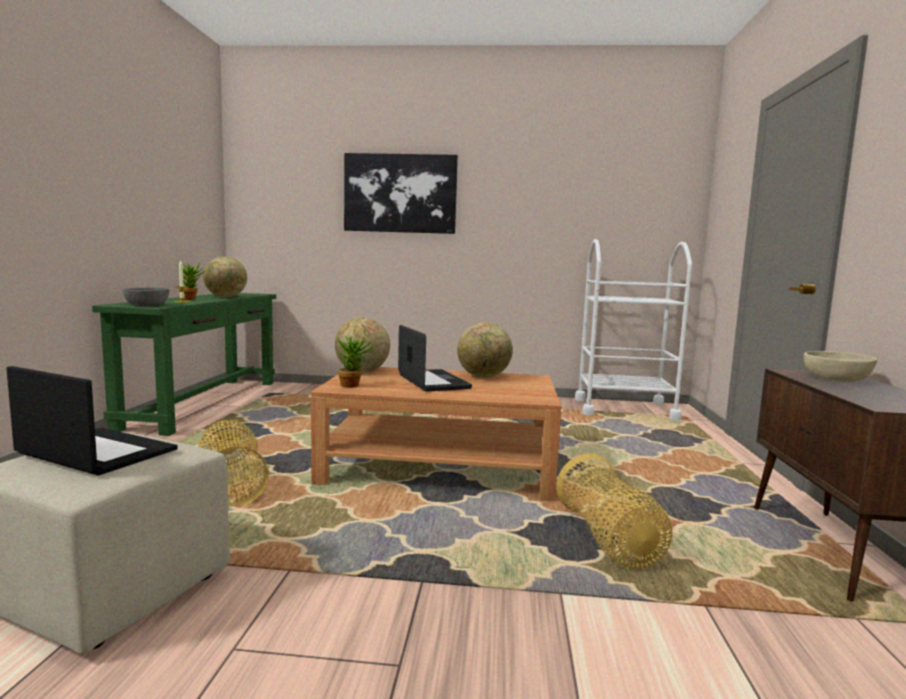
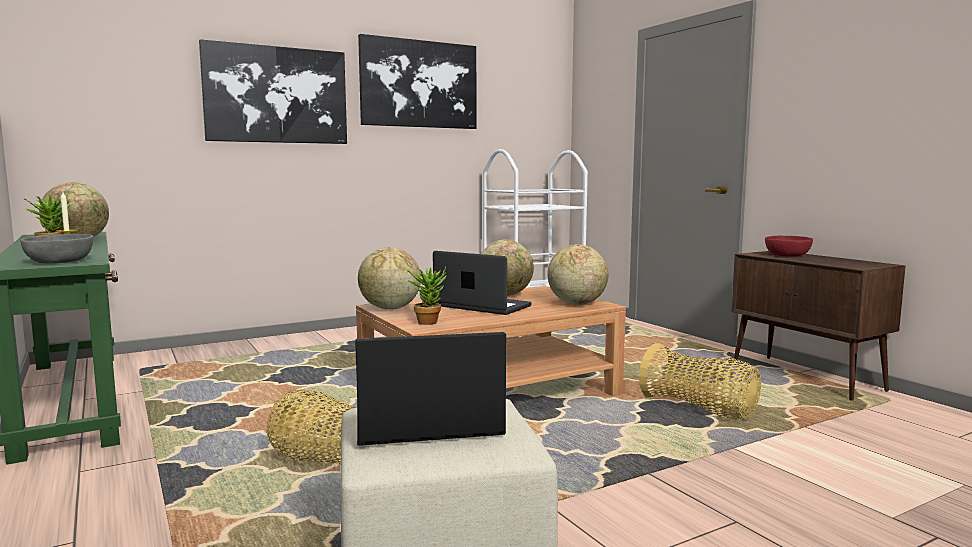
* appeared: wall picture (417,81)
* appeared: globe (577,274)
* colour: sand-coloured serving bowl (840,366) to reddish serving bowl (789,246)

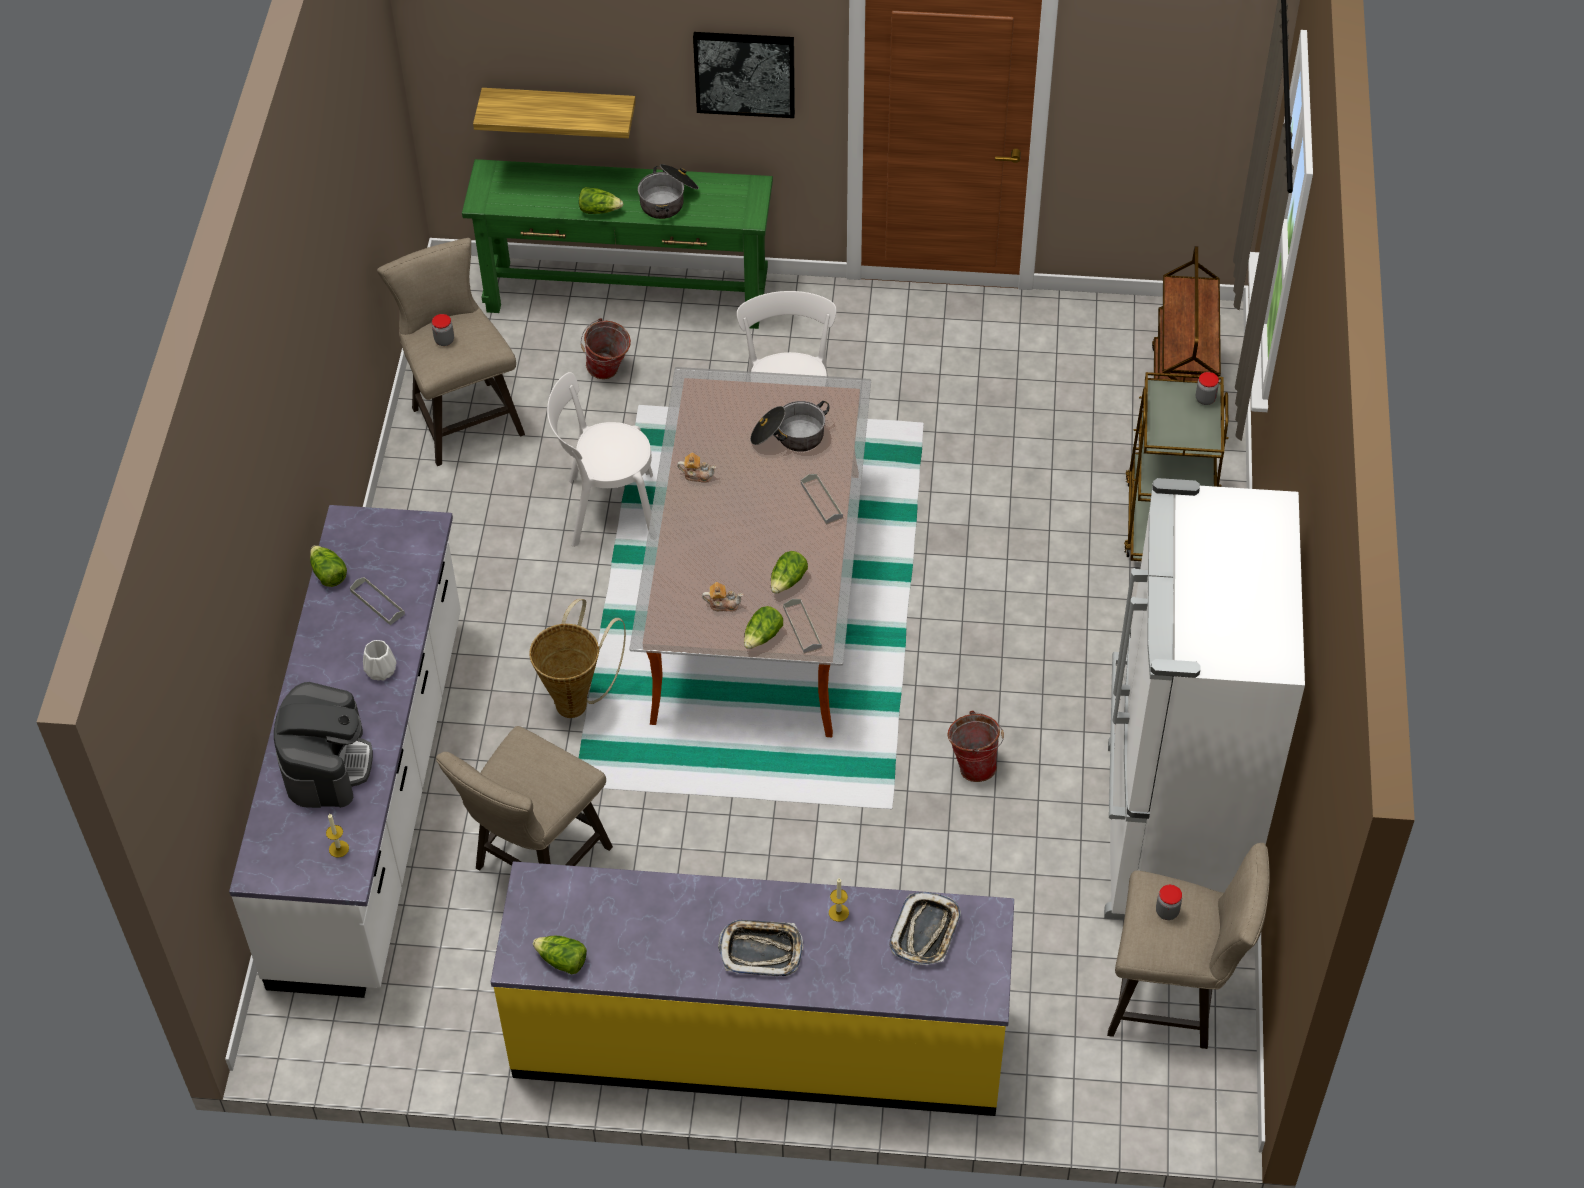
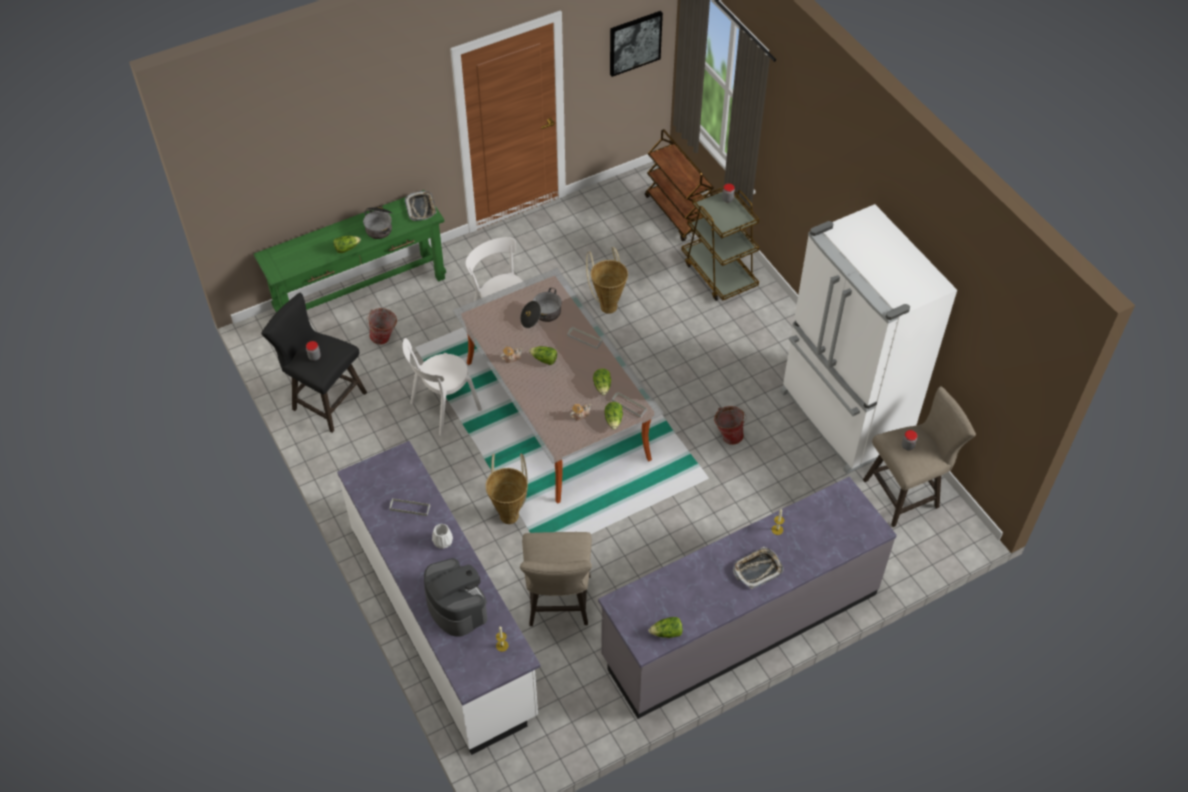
* colour: sand-coloured sitting stool (451,352) to blackish sitting stool (314,363)
* relocated: tray (925,928) to (421,206)
* relocated: lettuce (328,566) to (543,355)
* appeared: storage basket (607,280)
* colour: yellow kitchen counter (752,988) to grey kitchen counter (747,597)
* relocated: wall picture (744,75) to (636,44)
* missing: bracket shelf (554,113)

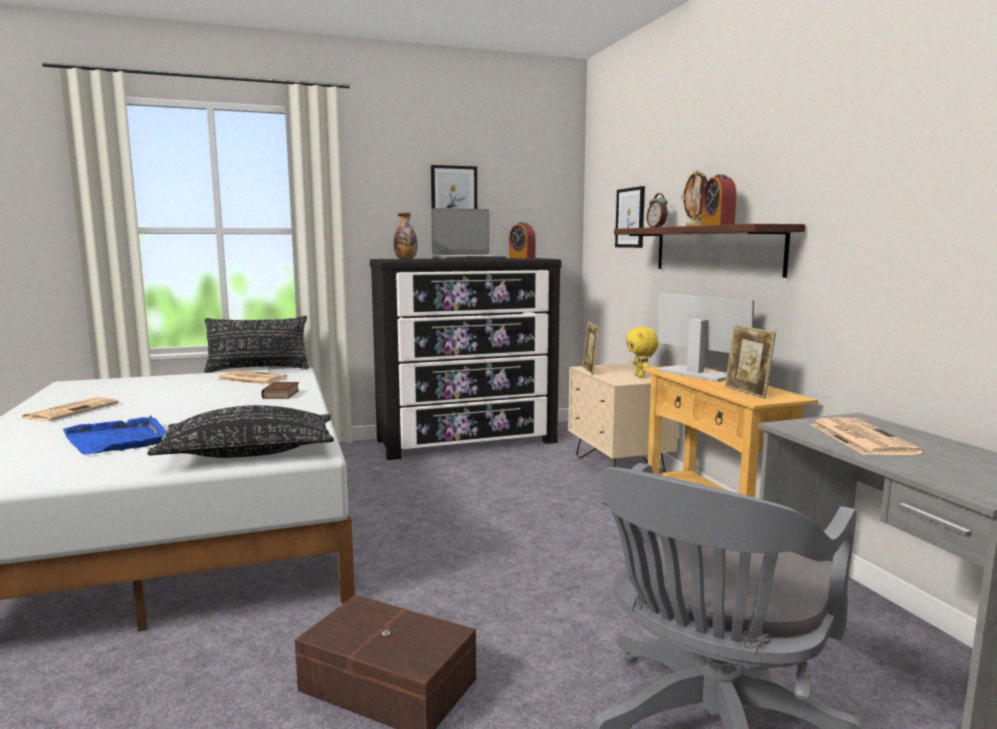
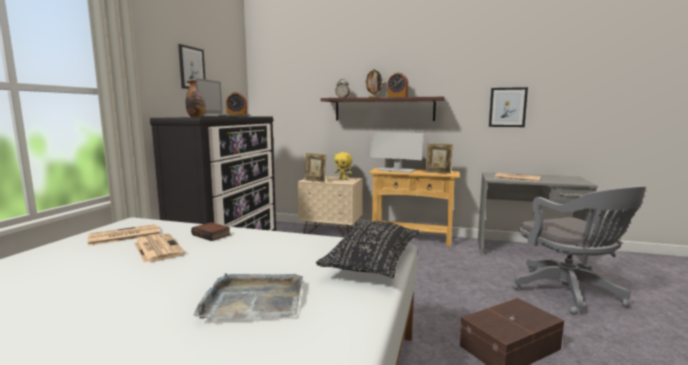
* relocated: newspaper (70,409) to (159,248)
* colour: blue-coloured tray (115,435) to grey tray (248,296)
* spun: monitor (706,337) = (397,152) 150 degrees counterclockwise
* relocated: wall picture (630,217) to (508,107)
* missing: blackish throw pillow (256,344)

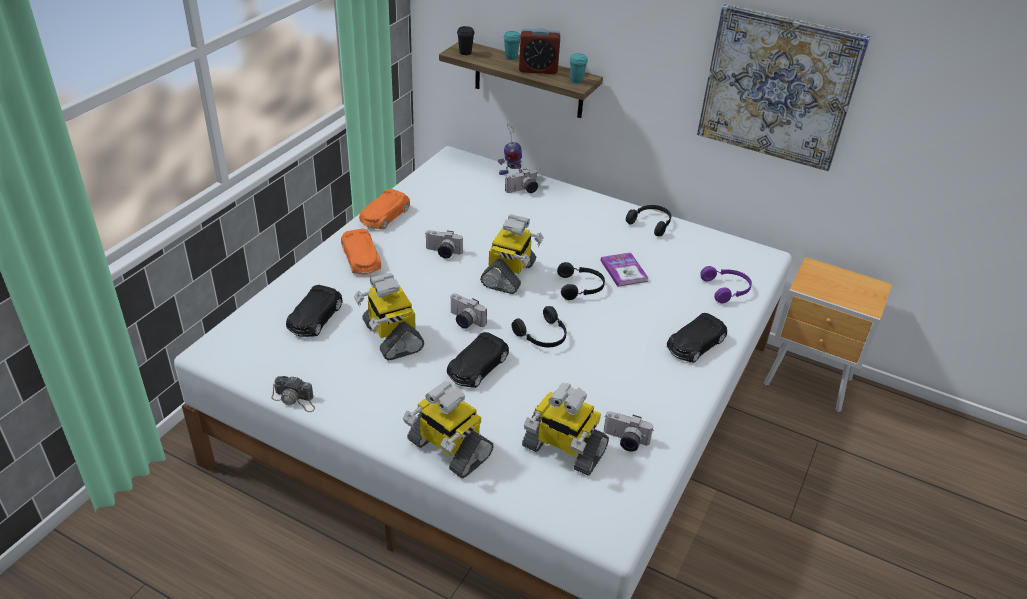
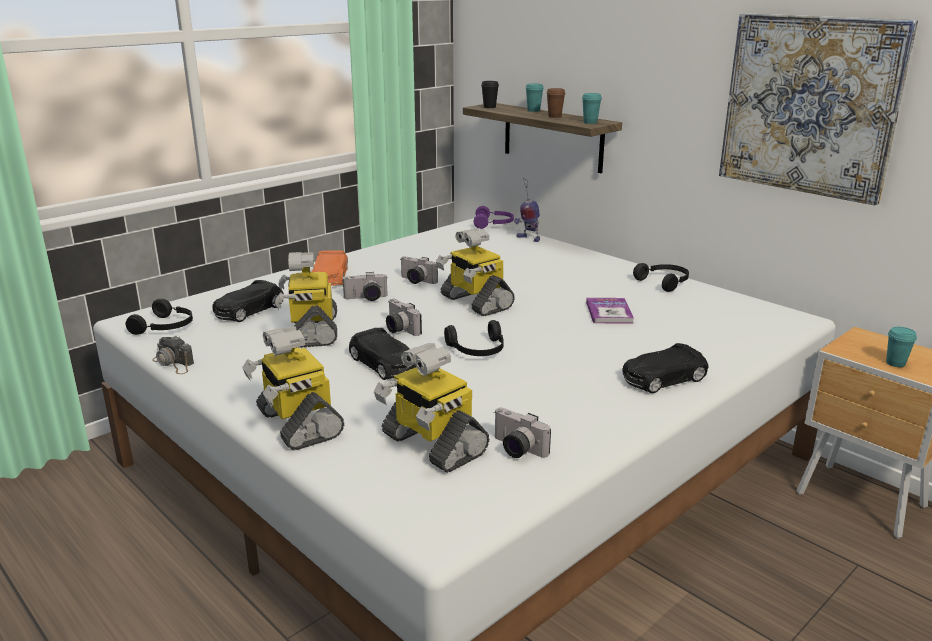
* relocated: blackish pair of headphones (581,281) to (159,317)
* relocated: photo camera (521,181) to (365,286)
* spun: blackish miniature car (478,360) = (382,354) 90 degrees counterclockwise
* spun: robot figure (512,254) = (475,272) 105 degrees clockwise
* relocated: purplish pair of headphones (726,284) to (494,217)
* exchanged: table clock (539,51) to brownish small cup (555,103)
* appeared: turquoise small cup (901,347)
* missing: orange miniature car (384,209)

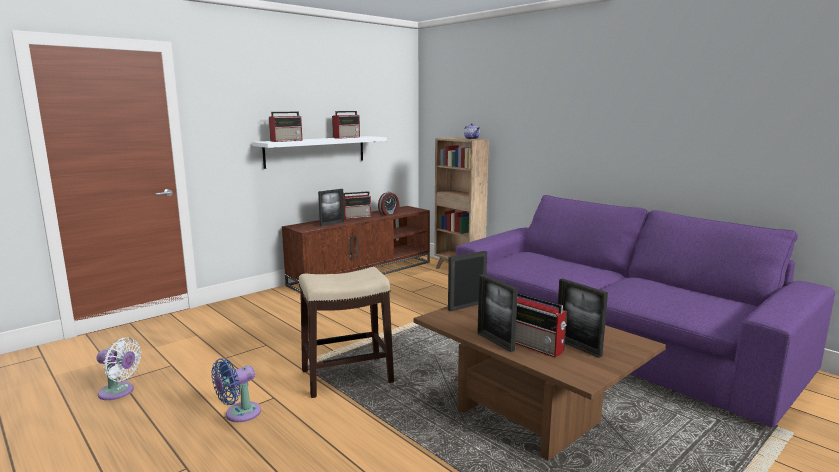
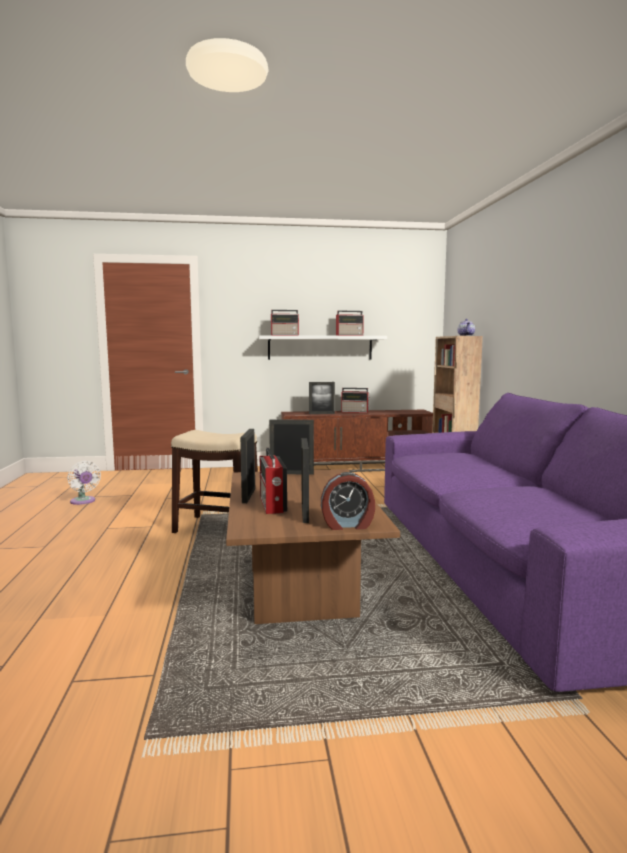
* relocated: table clock (389,203) to (348,501)
* missing: blue-coloured fan (236,390)

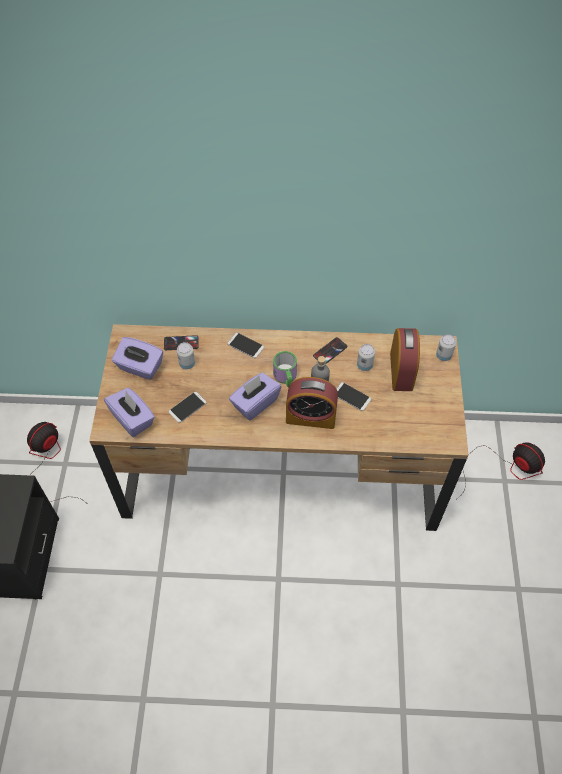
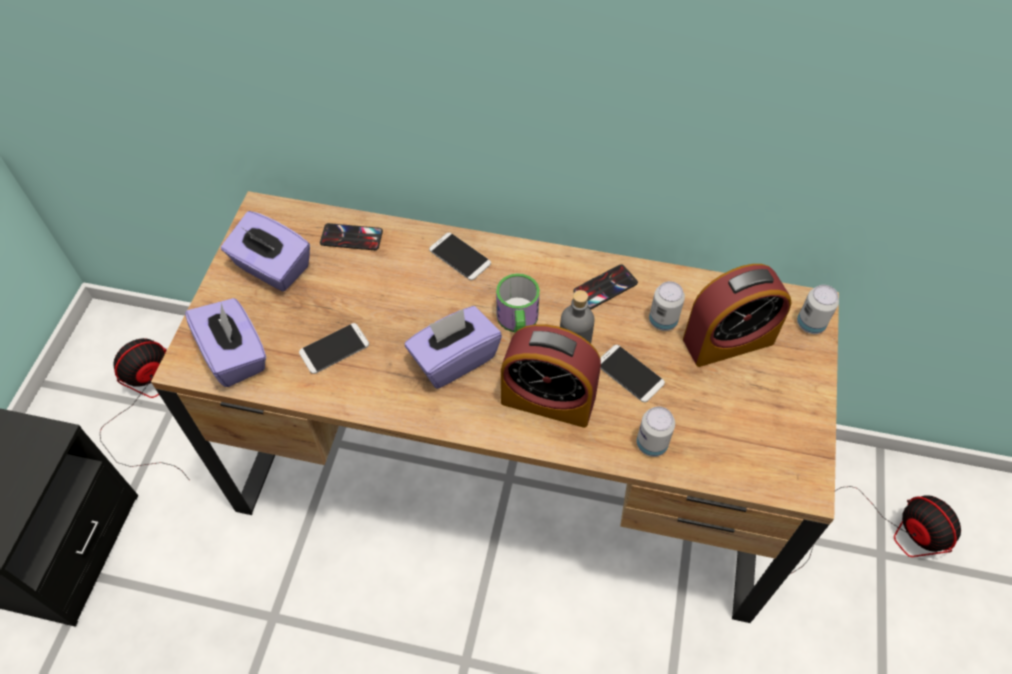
* relocated: sealed can (186,355) to (656,431)
* spun: table clock (405,359) = (737,315) 60 degrees clockwise

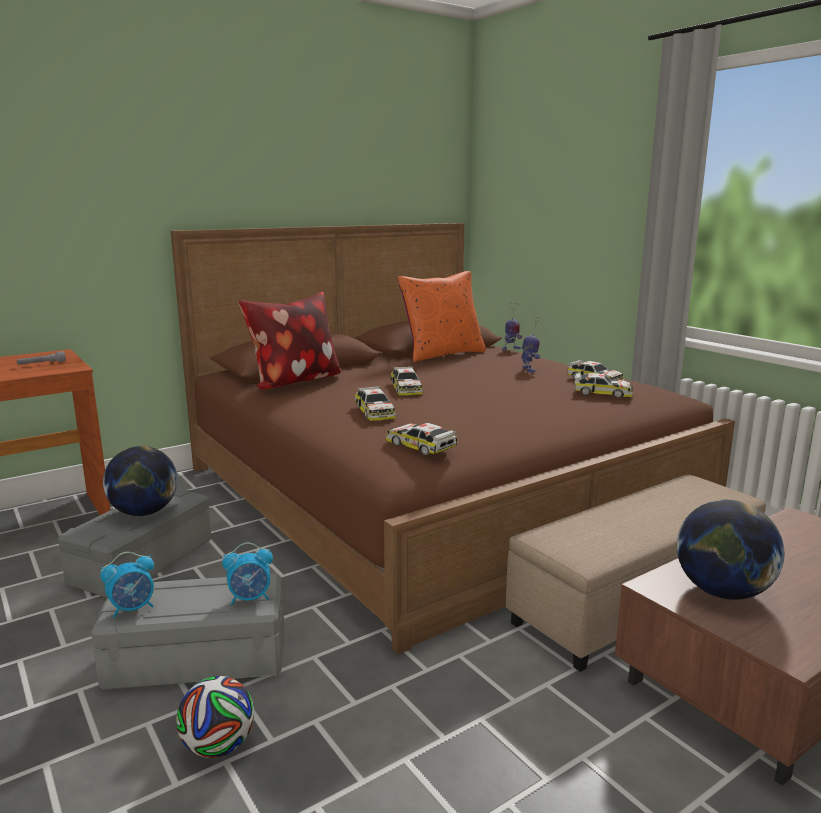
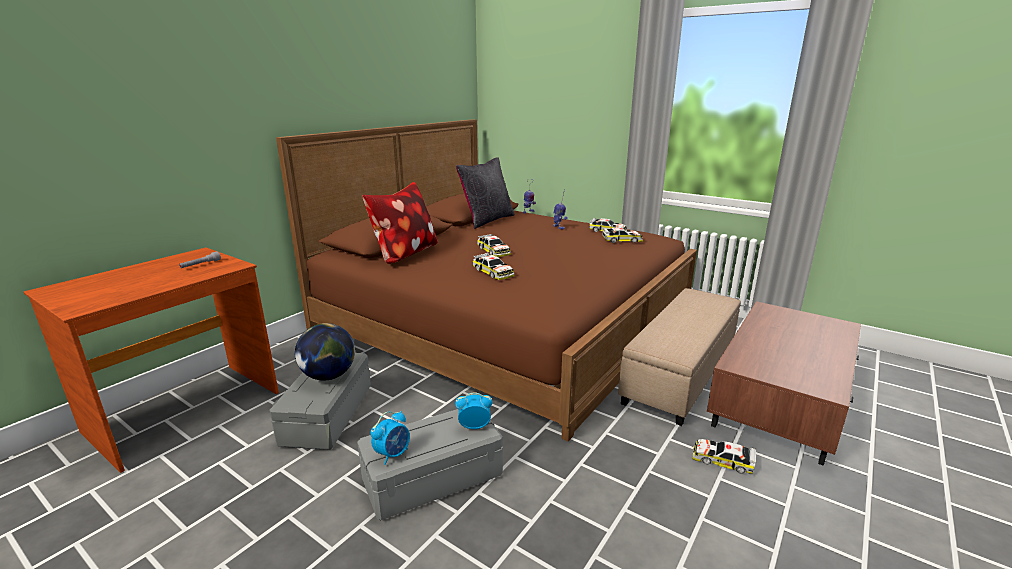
* spun: table clock (247,573) = (473,410) 150 degrees counterclockwise
* colour: orange throw pillow (441,316) to blackish throw pillow (485,193)
* relocated: miniature car (421,439) to (724,456)
* missing: ball for football (215,717)
* missing: globe (730,550)

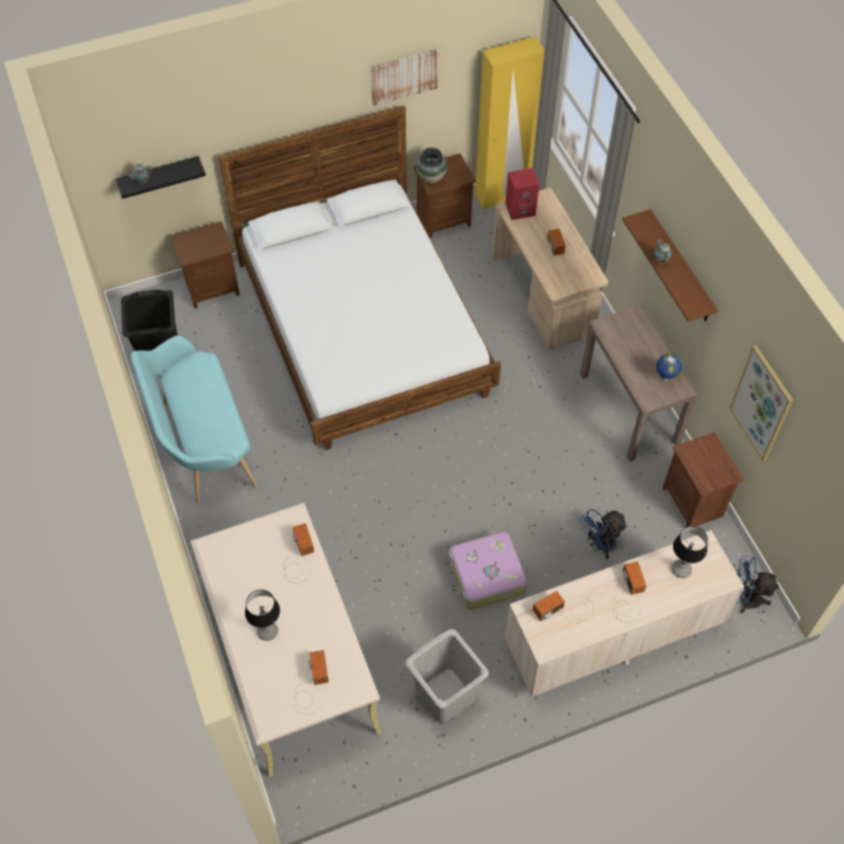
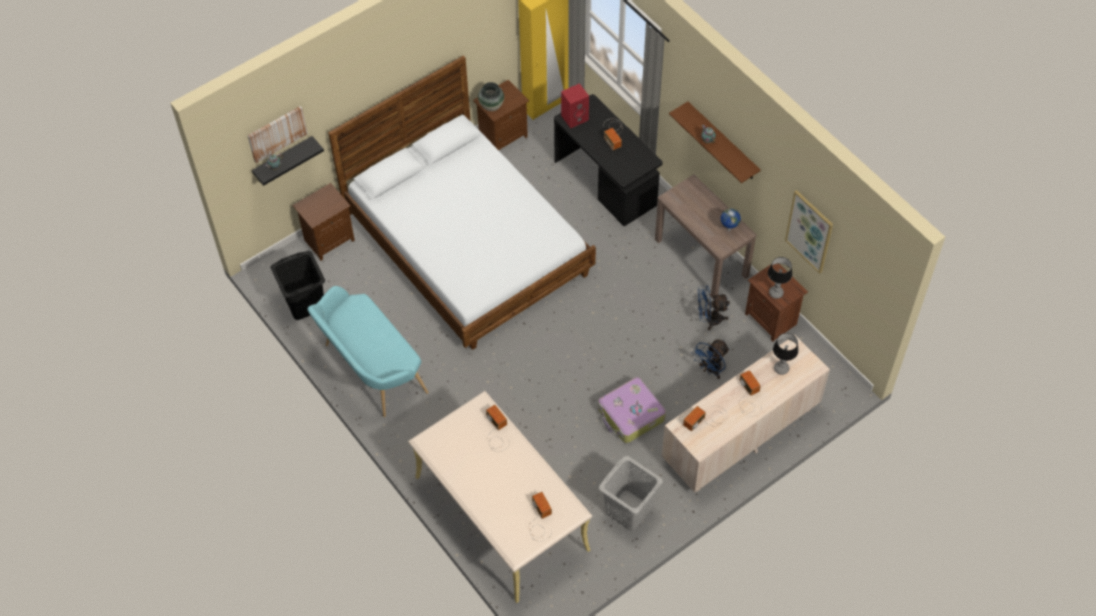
* relocated: wall picture (405,77) to (277,134)
* colour: sand-coloured desk unit (550,269) to blackish desk unit (608,160)
* relocated: blue-coloured fan (757,584) to (713,308)
* relocated: lamp for a table (262,615) to (780,278)

